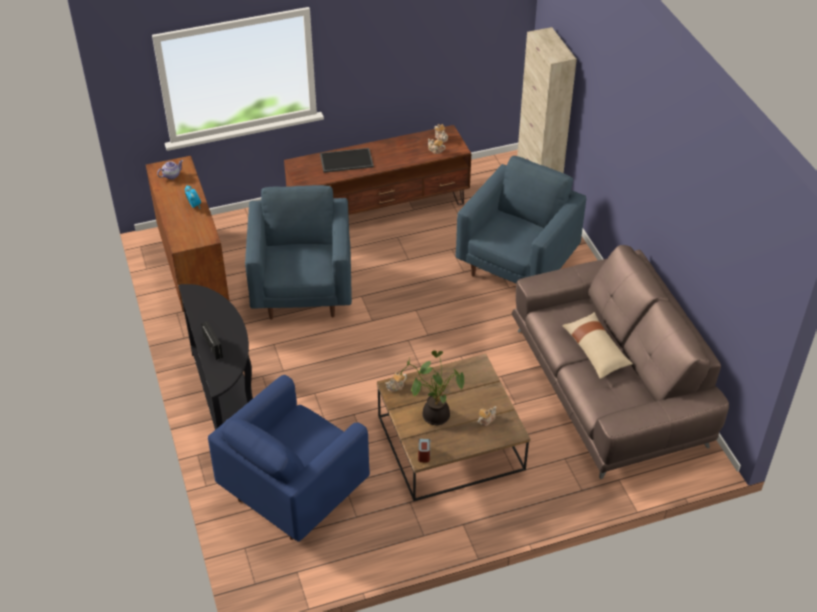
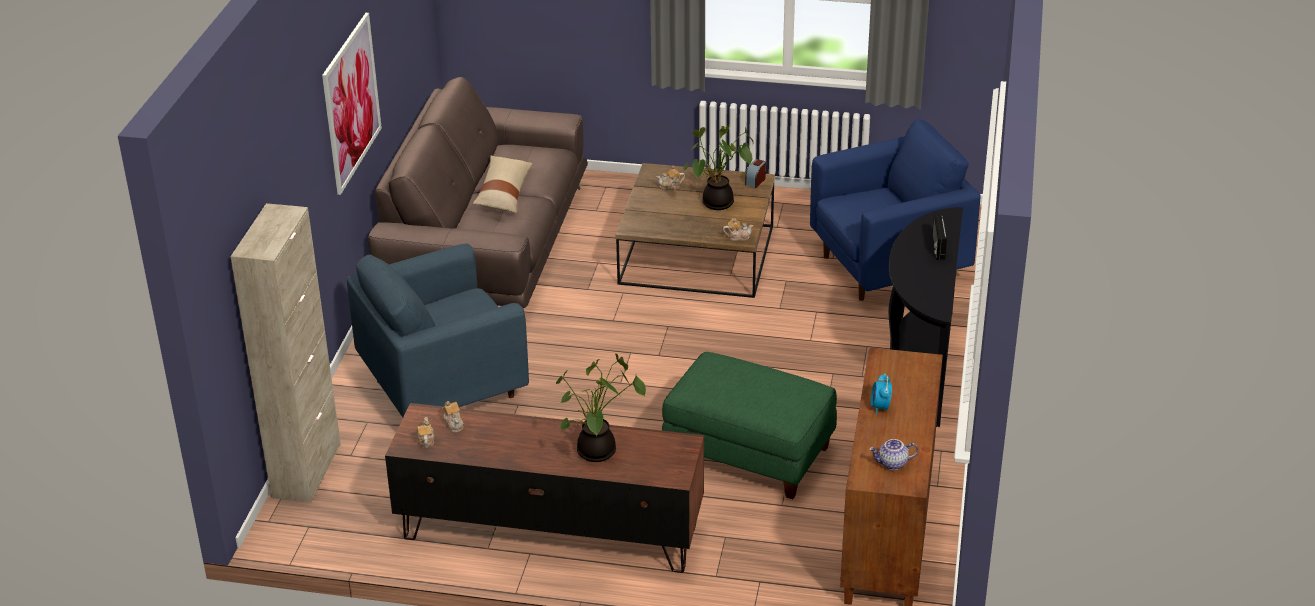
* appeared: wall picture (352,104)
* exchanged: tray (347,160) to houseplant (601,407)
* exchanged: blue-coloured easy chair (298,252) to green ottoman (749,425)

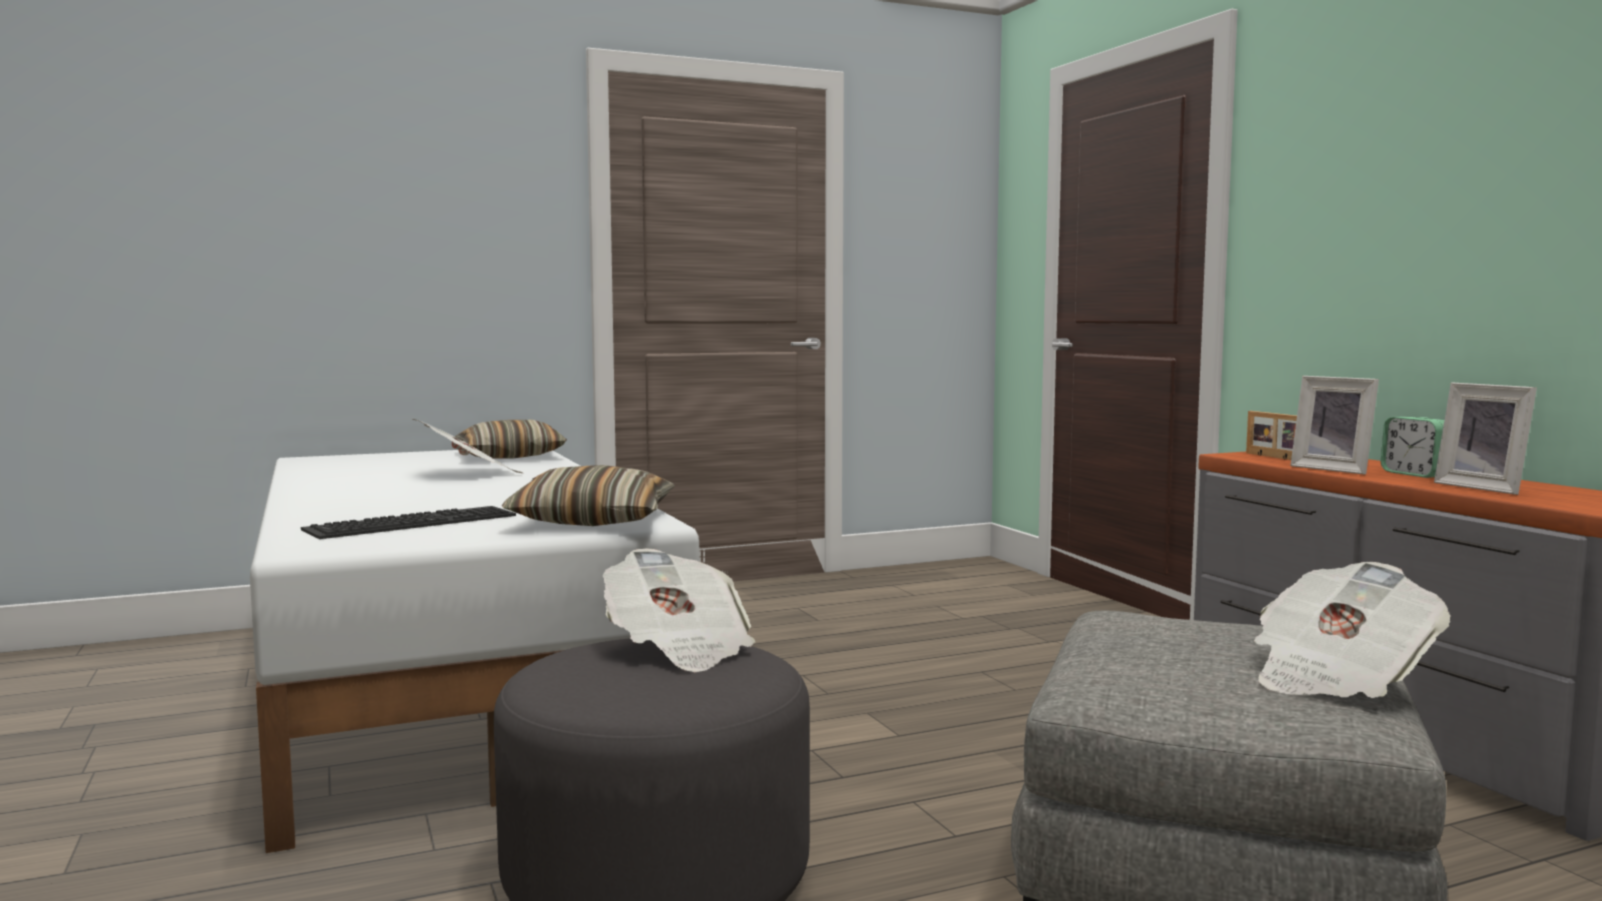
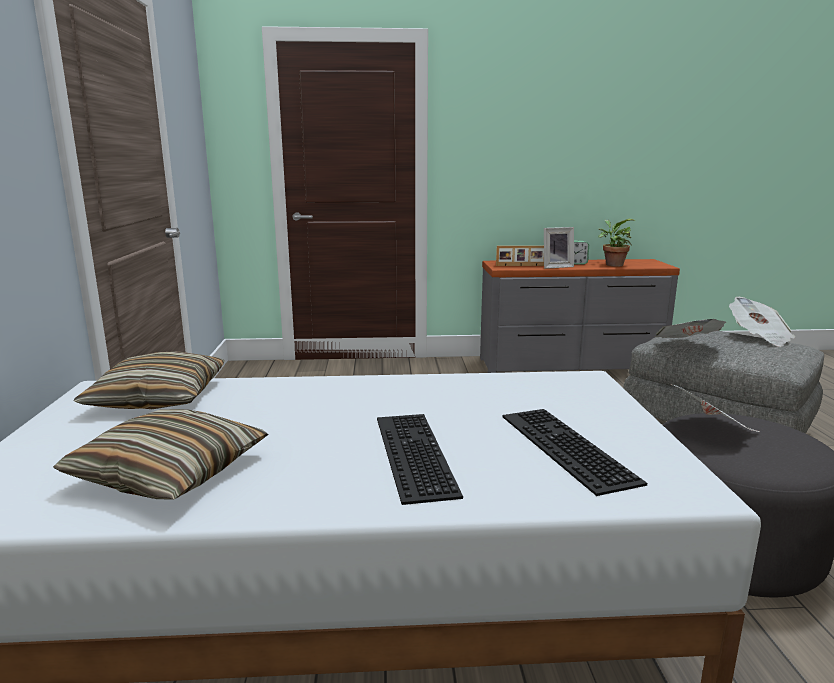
* relocated: throw pillow (588,495) to (161,454)
* appeared: computer keyboard (420,459)
* exchanged: standing frame (1485,438) to houseplant (616,243)
* relocated: newspaper (467,446) to (690,328)

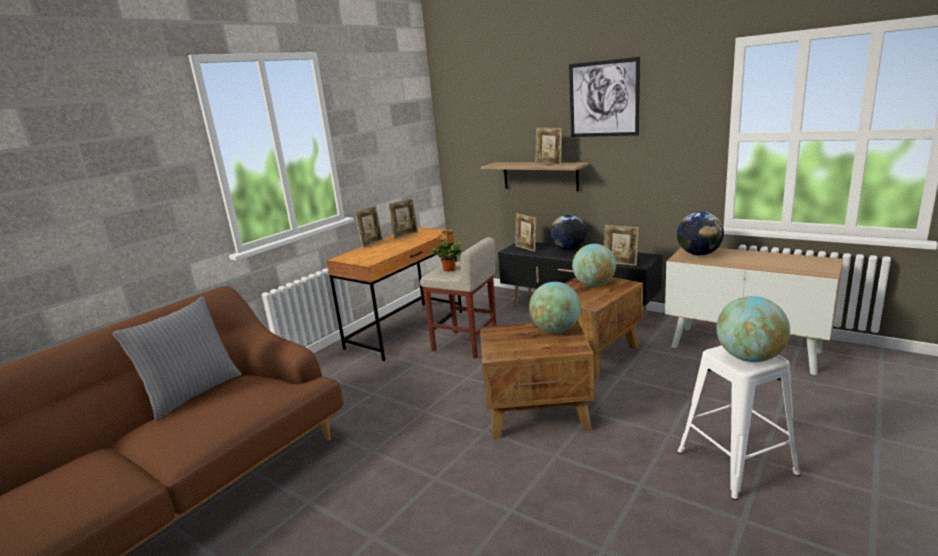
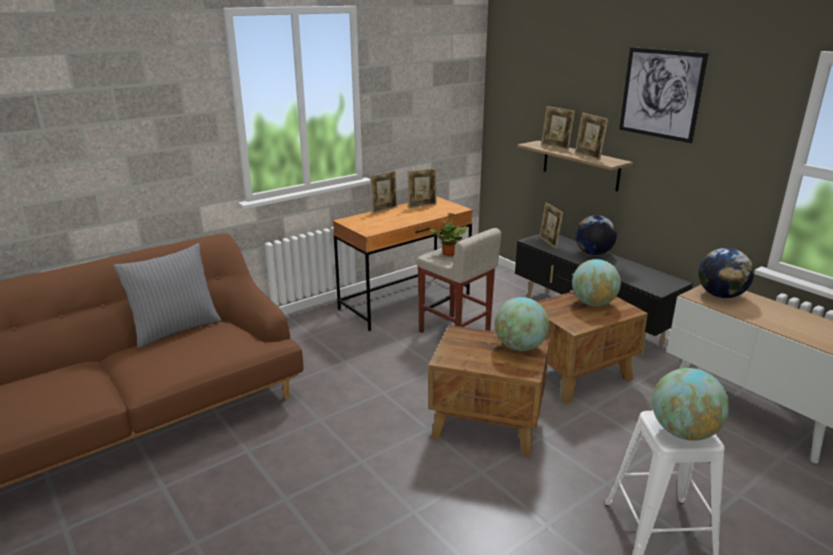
* relocated: standing frame (621,245) to (558,128)

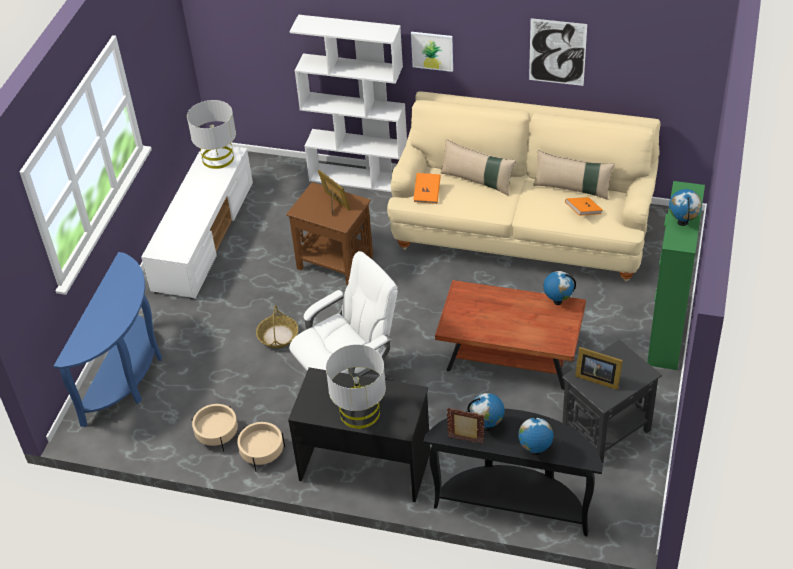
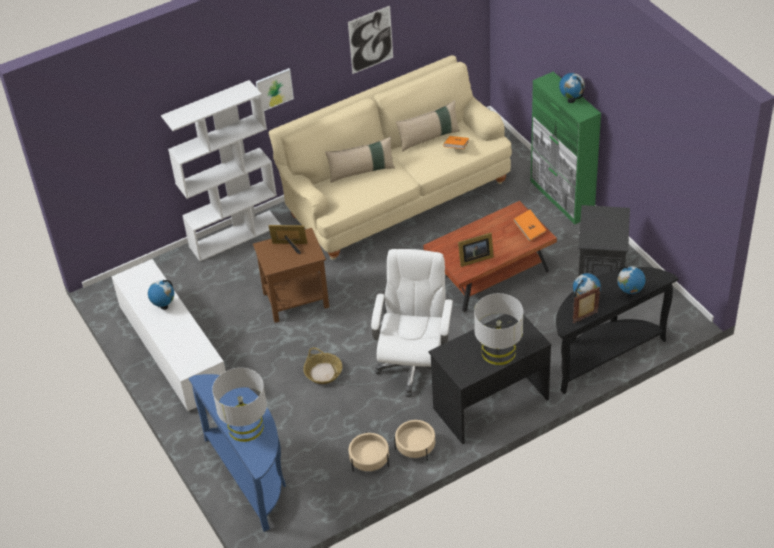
* relocated: globe (559,288) to (161,295)
* relocated: grey lamp for a table (211,134) to (239,405)
* relocated: standing frame (599,368) to (476,250)
* relocated: orange bound book (427,188) to (529,225)

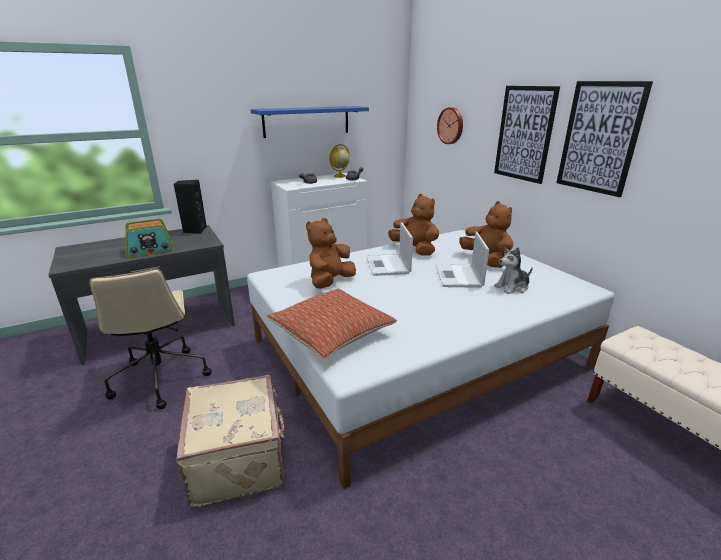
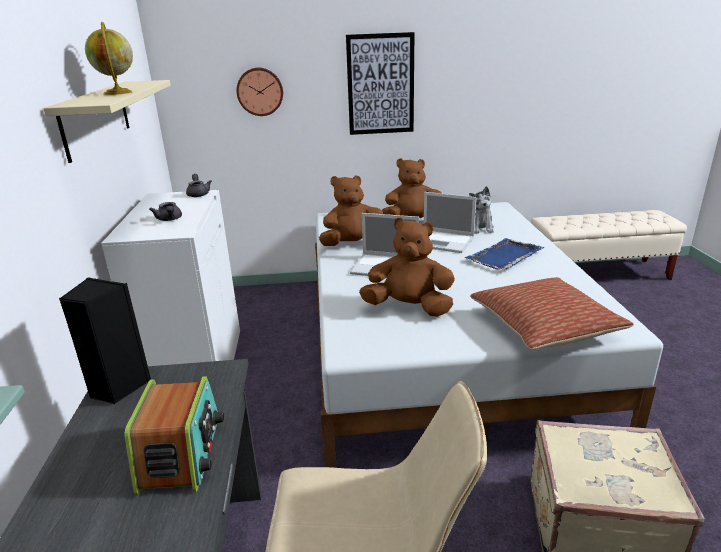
* colour: blue-coloured bracket shelf (310,122) to sand-coloured bracket shelf (107,121)
* relocated: globe (339,161) to (109,58)
* spun: brownish plush toy (331,253) = (407,267) 135 degrees clockwise
* appeared: blue-coloured tray (505,254)
* missing: wall picture (604,139)

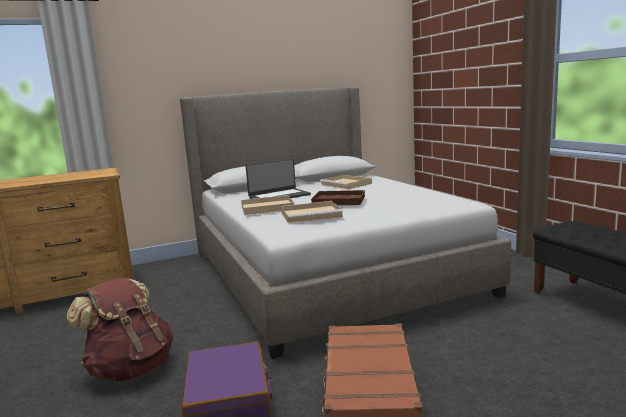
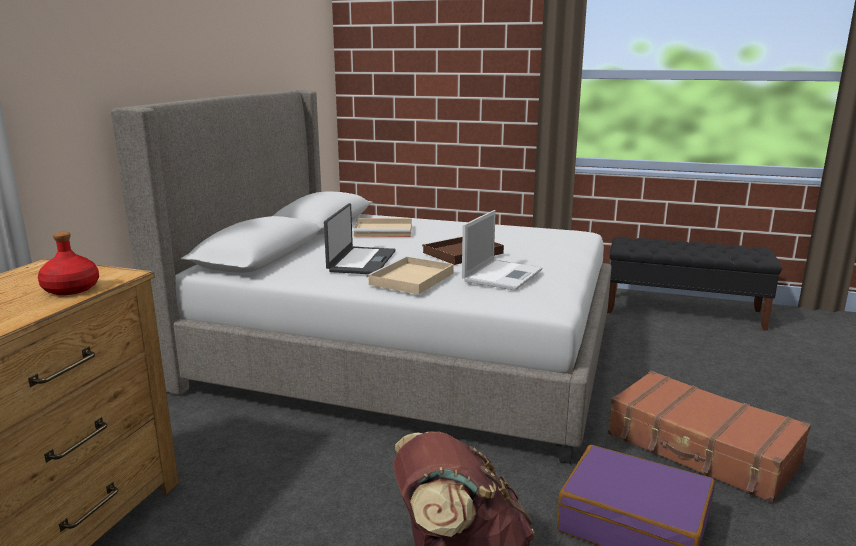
* appeared: reddish beverage bottle (68,263)
* exchanged: sand-coloured tray (312,212) to notebook computer (502,250)

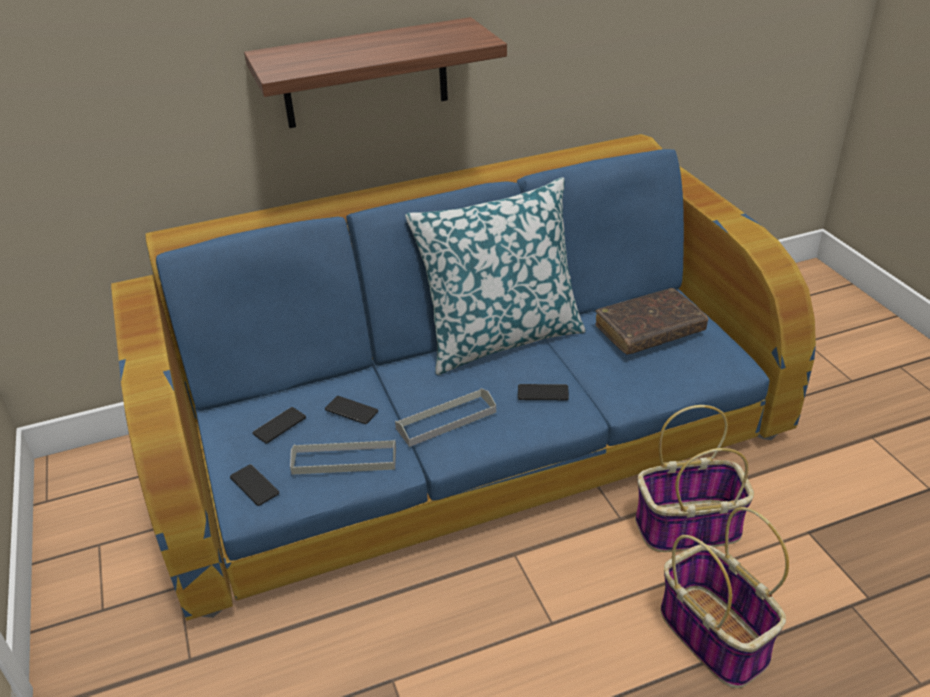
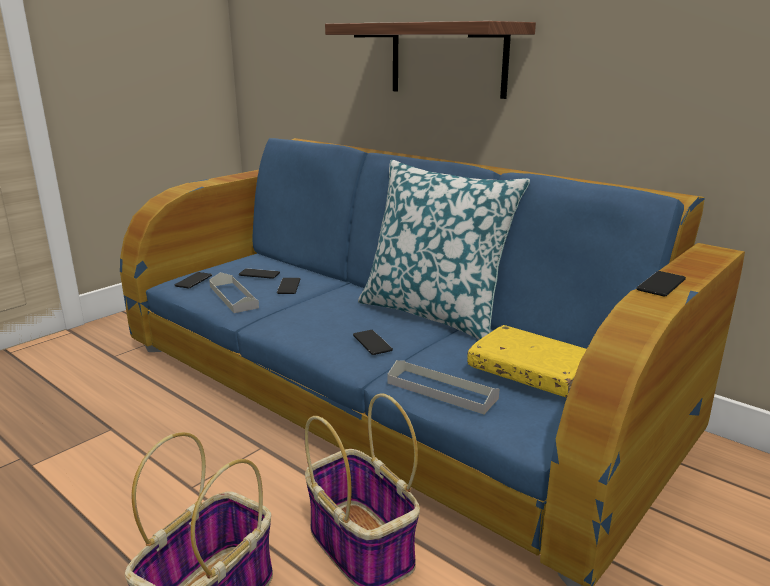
* relocated: grey tray (445,417) to (443,387)
* colour: brownish bound book (651,321) to yellow bound book (527,361)
* appeared: handset (661,284)

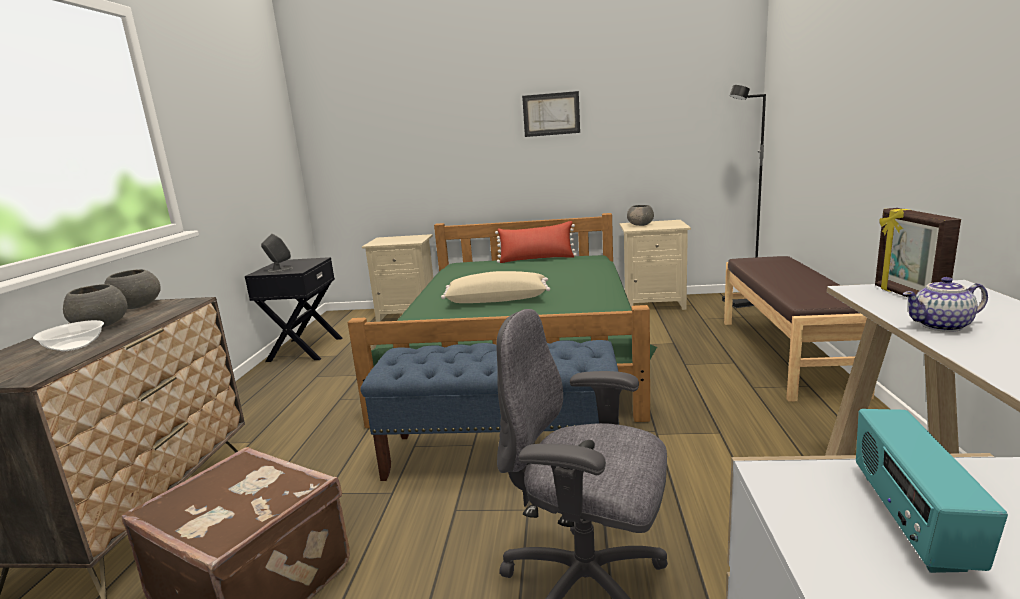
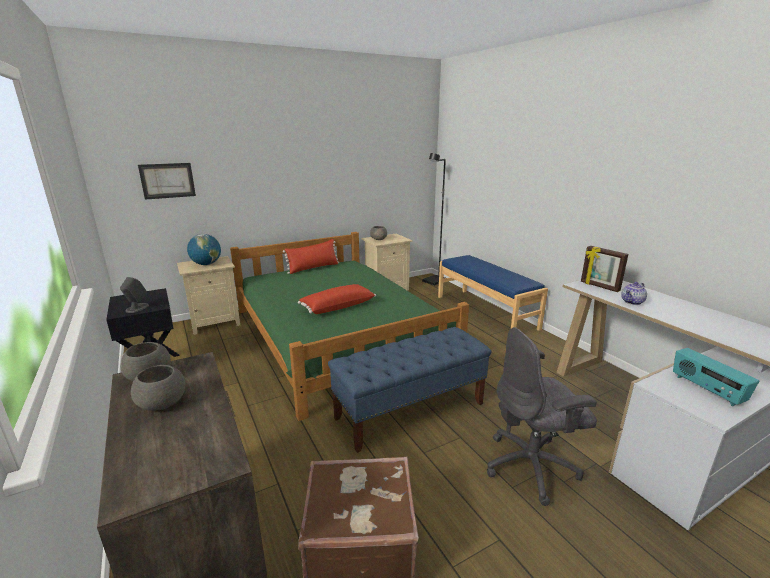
* relocated: wall picture (551,114) to (167,181)
* appeared: globe (204,249)
* colour: sand-coloured throw pillow (495,287) to reddish throw pillow (337,299)
* colour: brownish long seat (799,329) to blue-coloured long seat (493,293)
* missing: serving bowl (68,335)

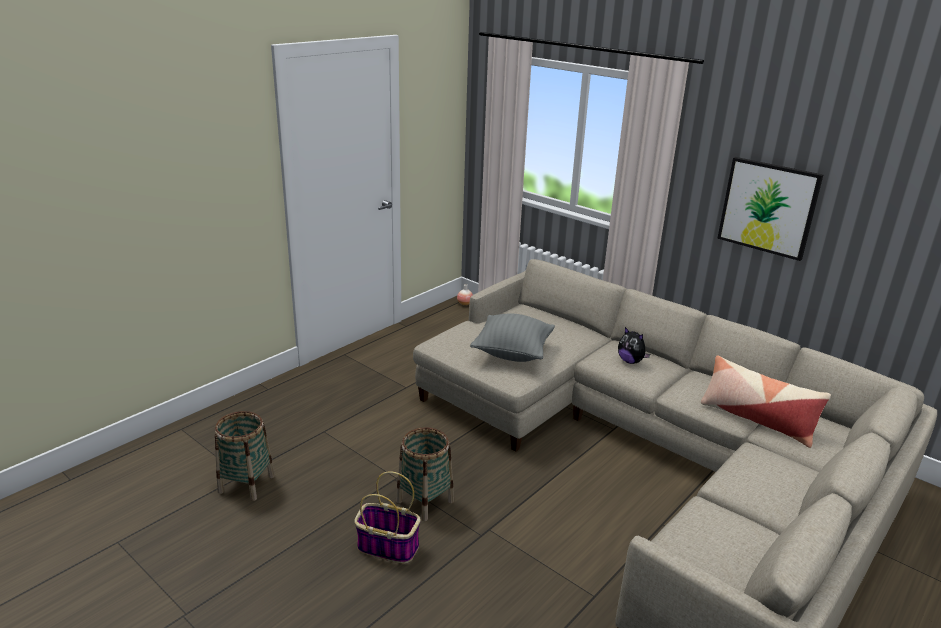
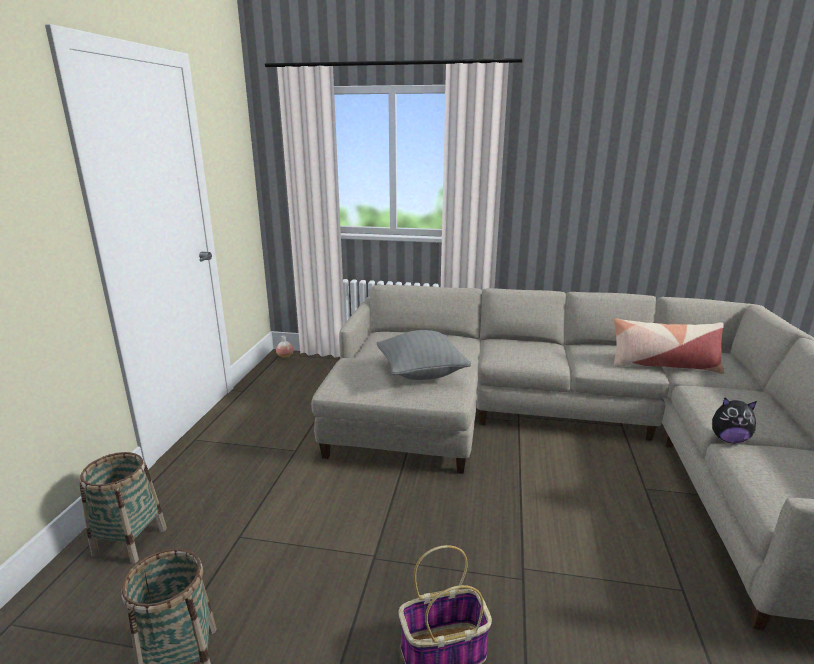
* relocated: storage basket (425,474) to (123,508)
* relocated: plush toy (634,345) to (734,420)
* missing: wall picture (770,209)

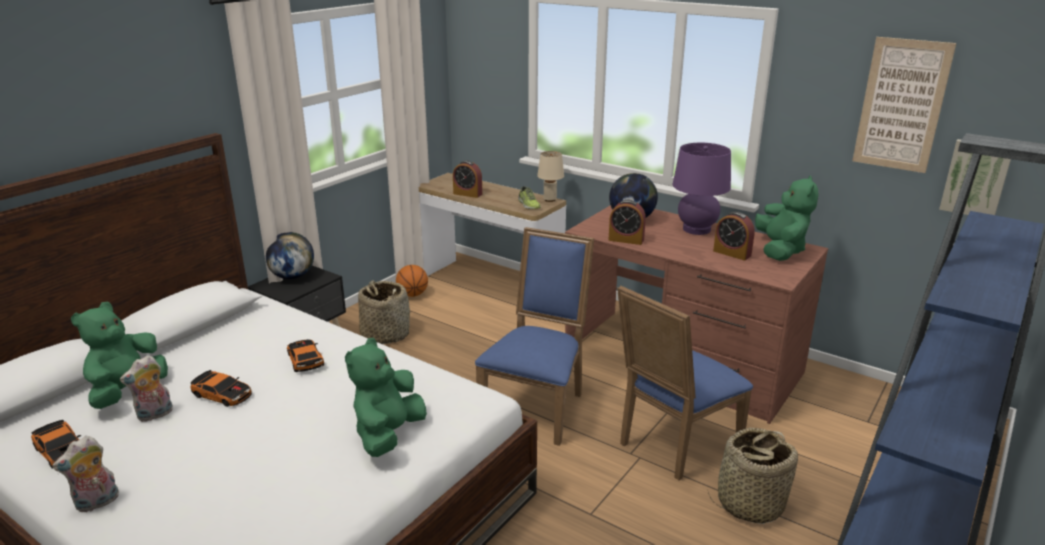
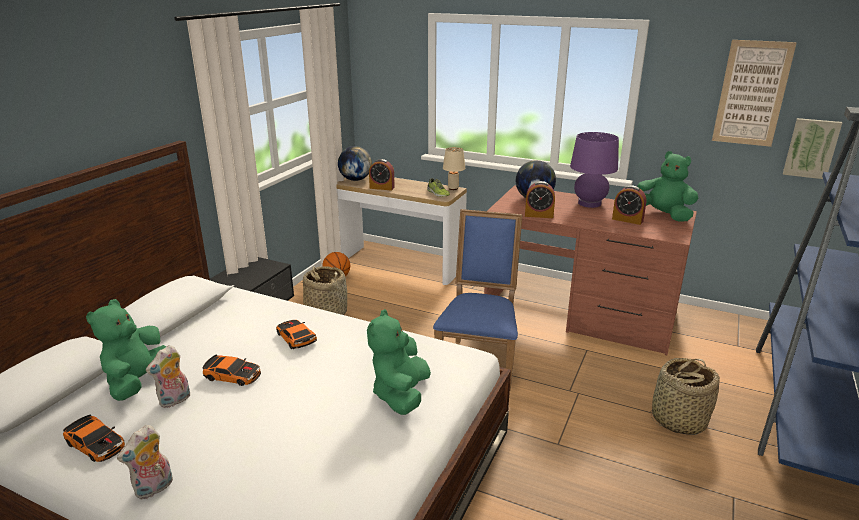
* relocated: globe (290,255) to (355,163)
* spun: green plush toy (786,218) = (667,186) 45 degrees counterclockwise
* missing: blue-coloured chair (685,383)

